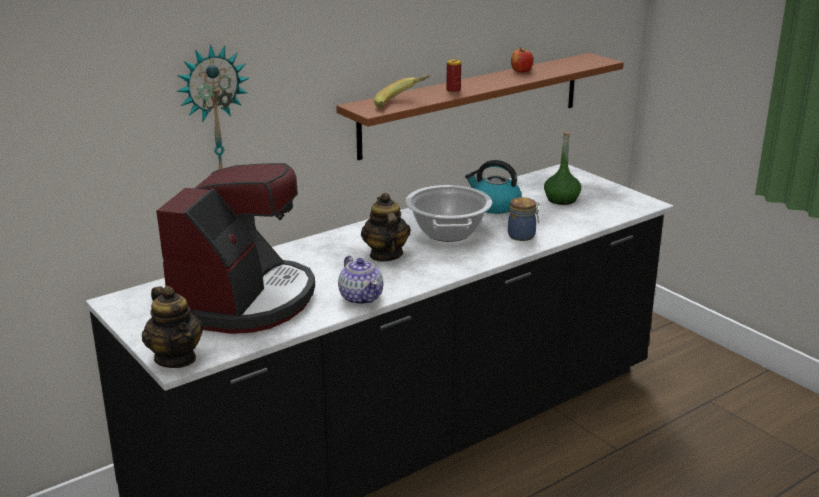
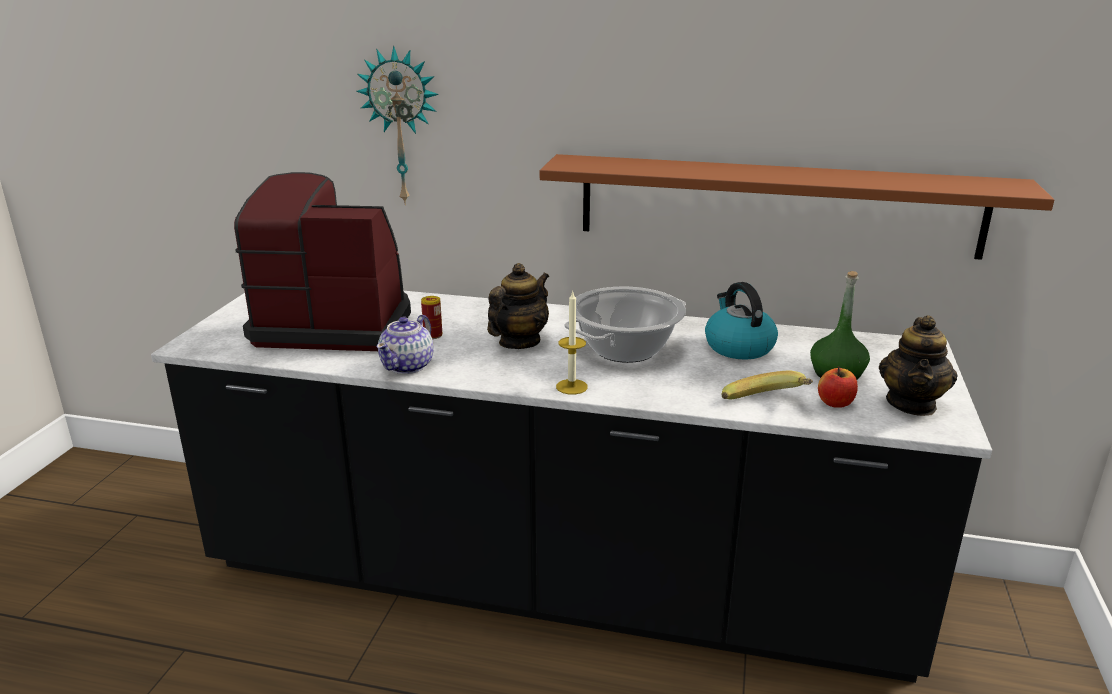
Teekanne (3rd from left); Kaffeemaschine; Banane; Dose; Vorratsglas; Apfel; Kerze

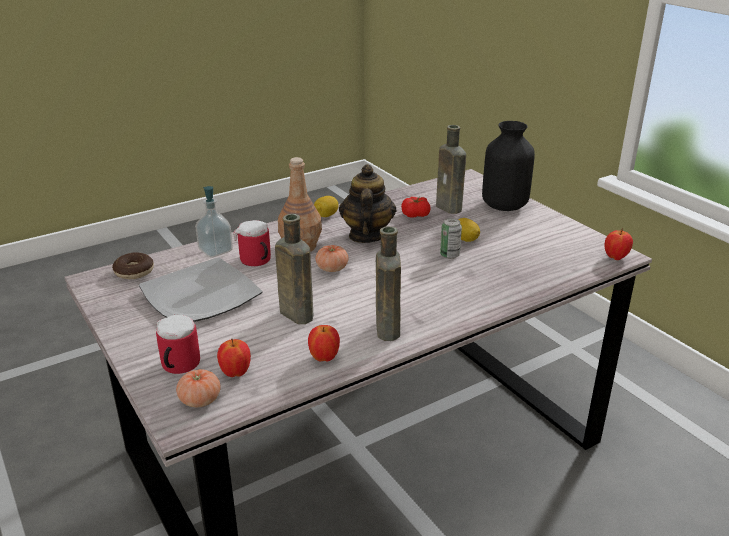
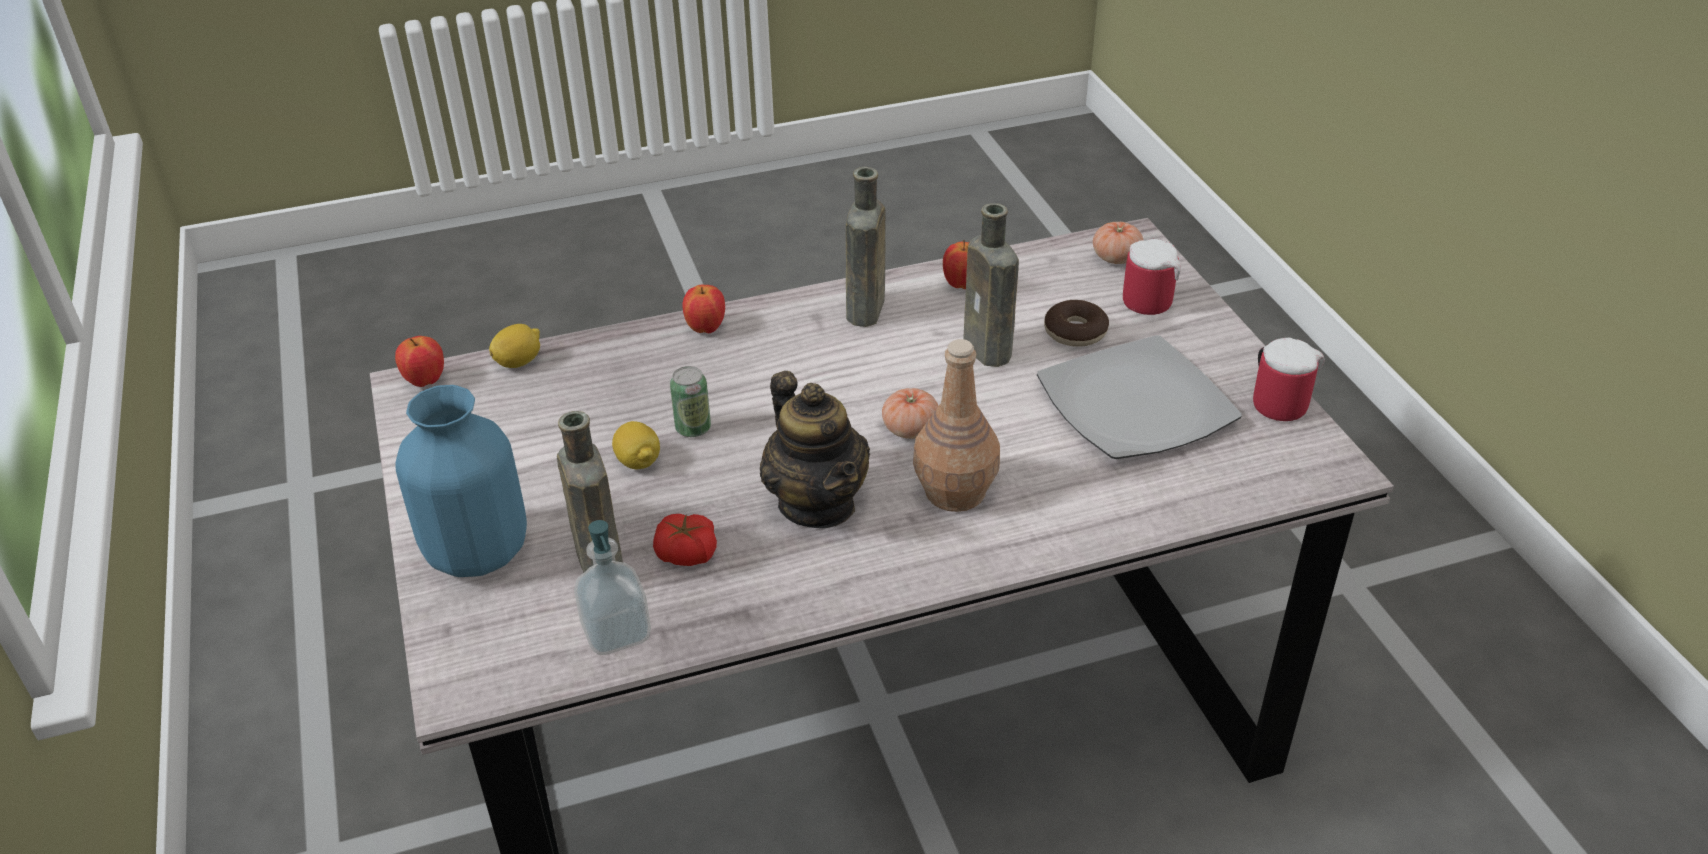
Donut; Seifenspender; Apfel (2nd from left); Henkelbecher (2nd from left); Zitrone (1st from left); Teekanne; Vase (blau)

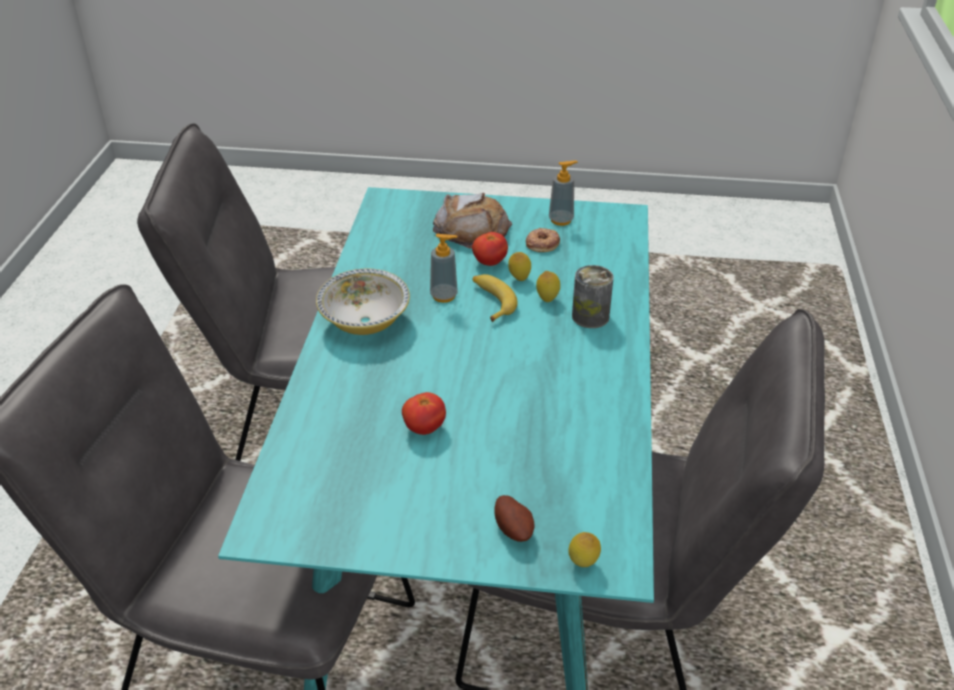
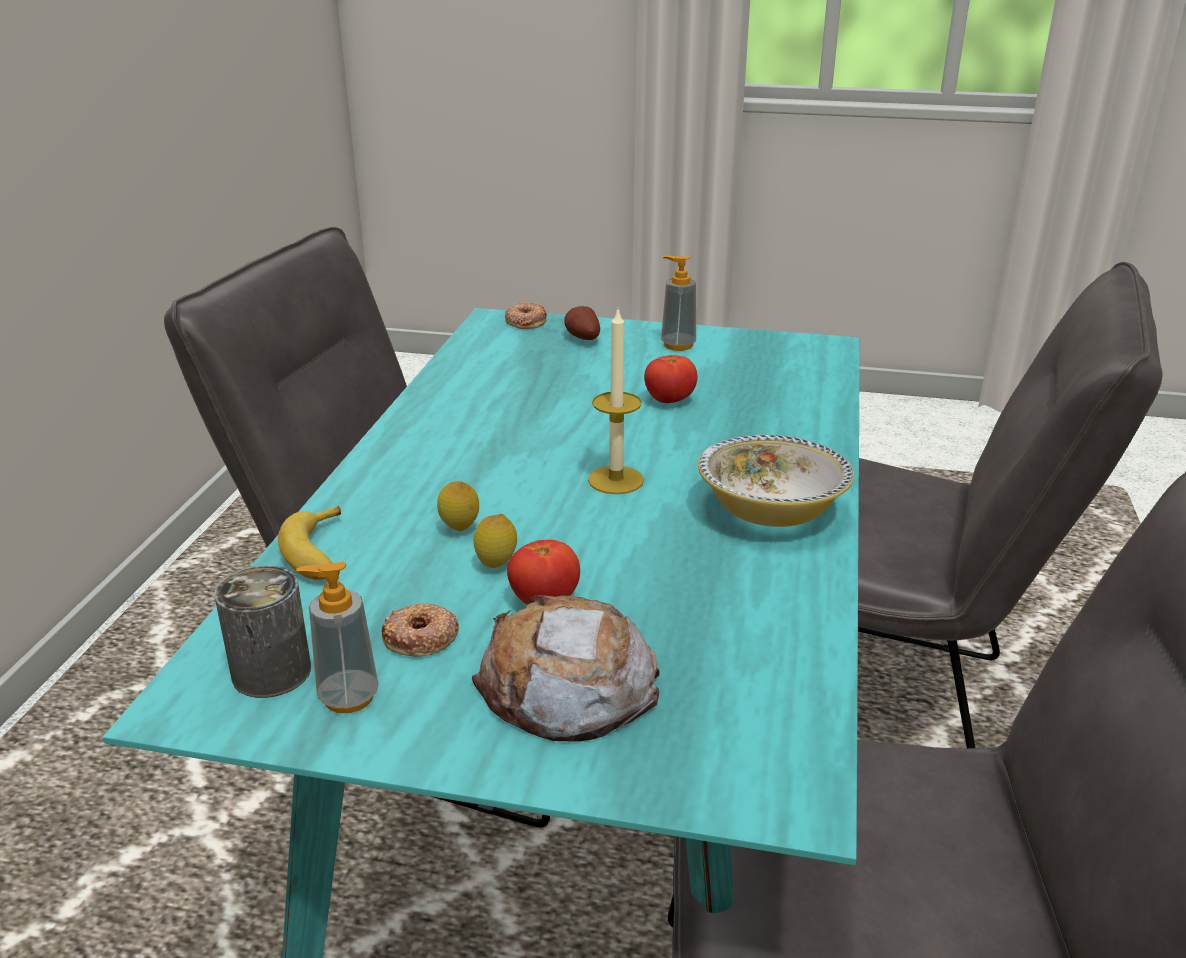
Seifenspender (2nd from left); Banane; Donut (2nd from left); Dose; Kerze

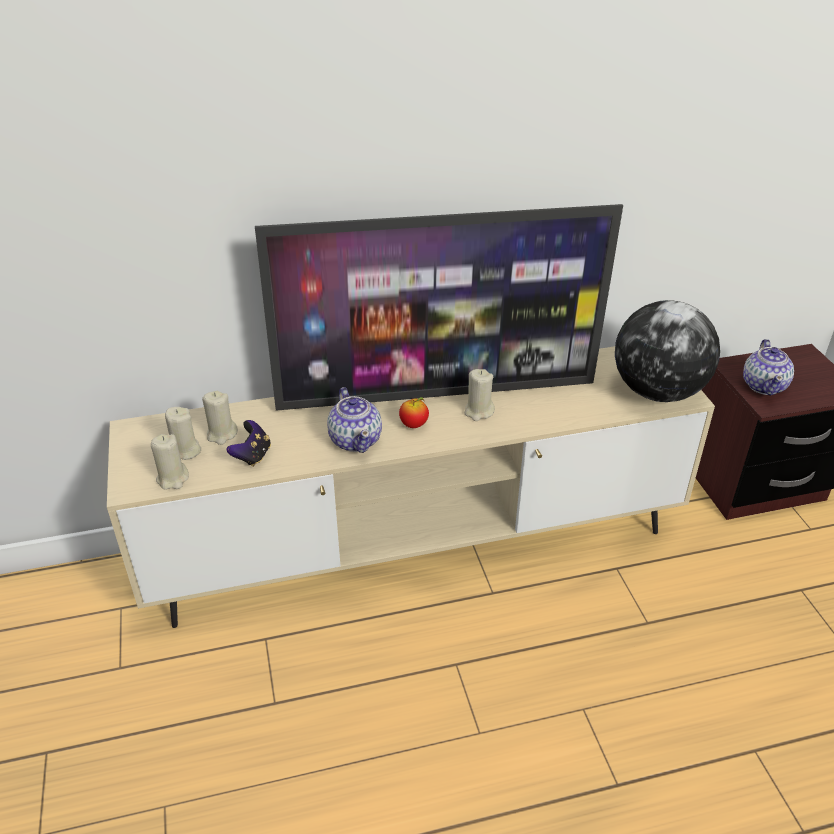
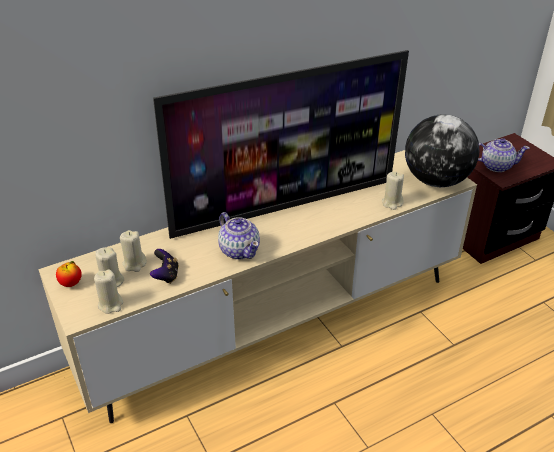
Apfel; Kerze (beige) (4th from left); Teekanne (2nd from left)

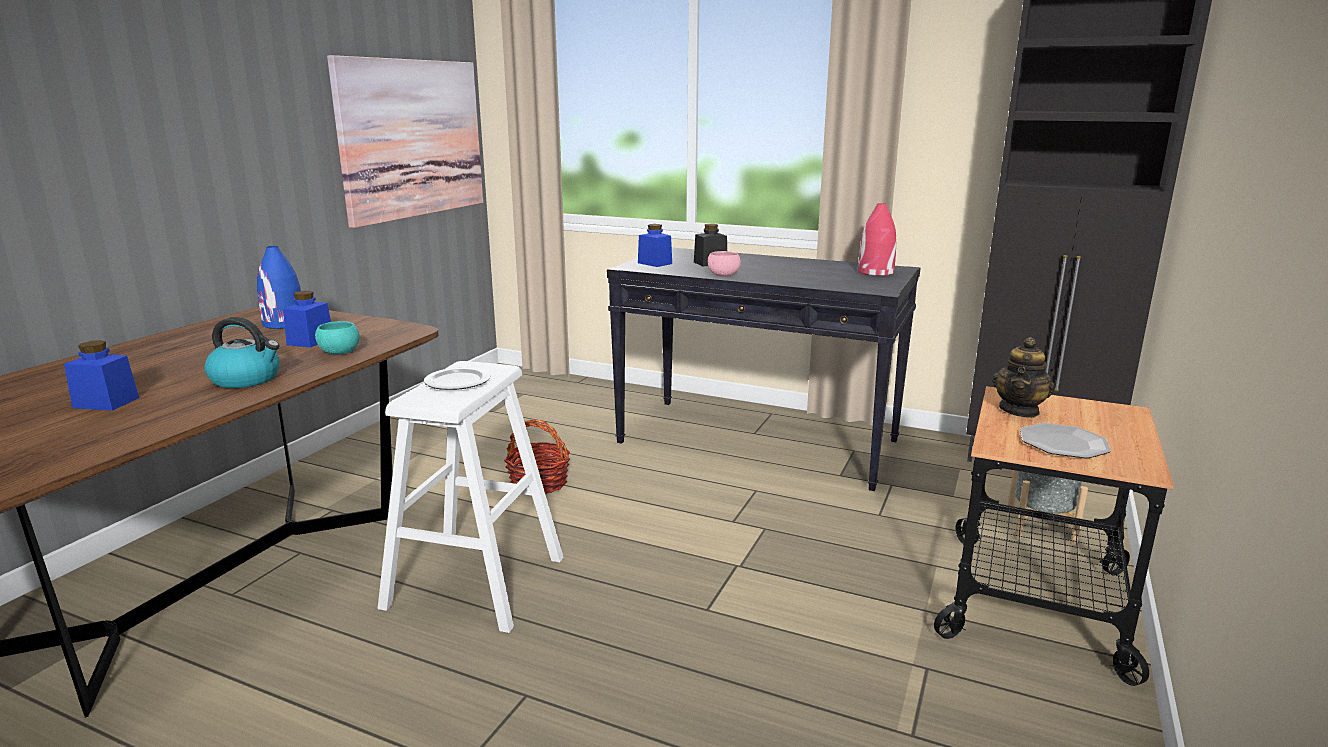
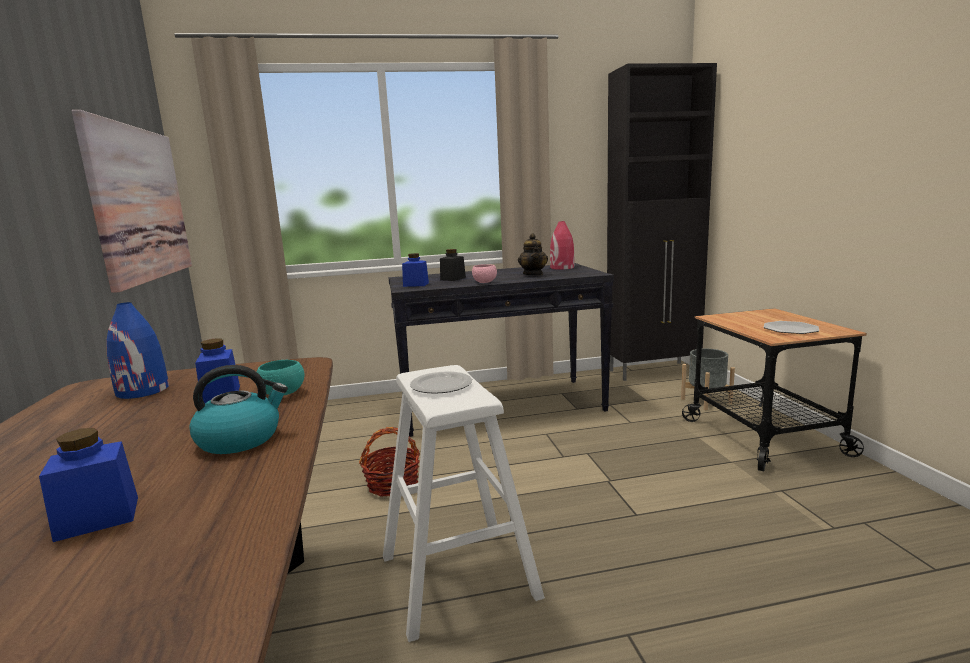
Teekanne

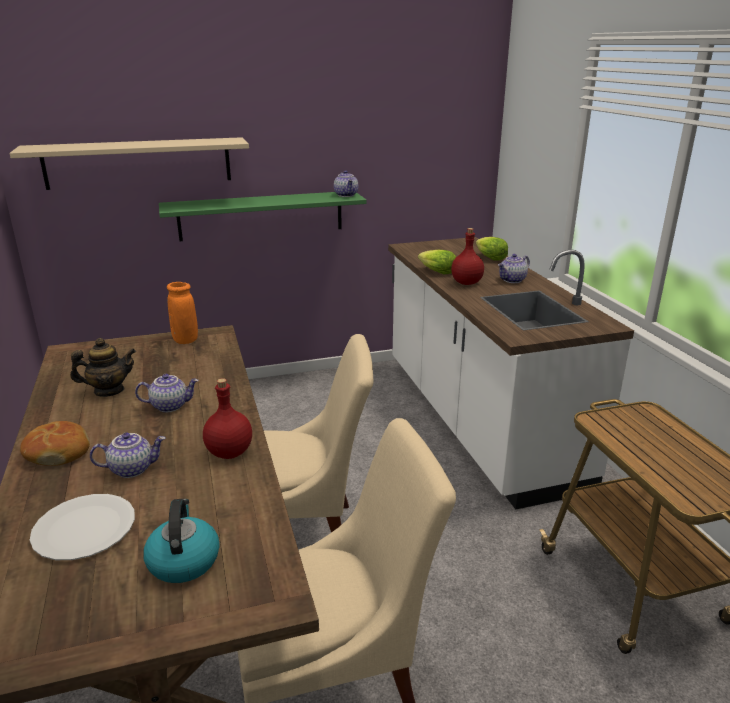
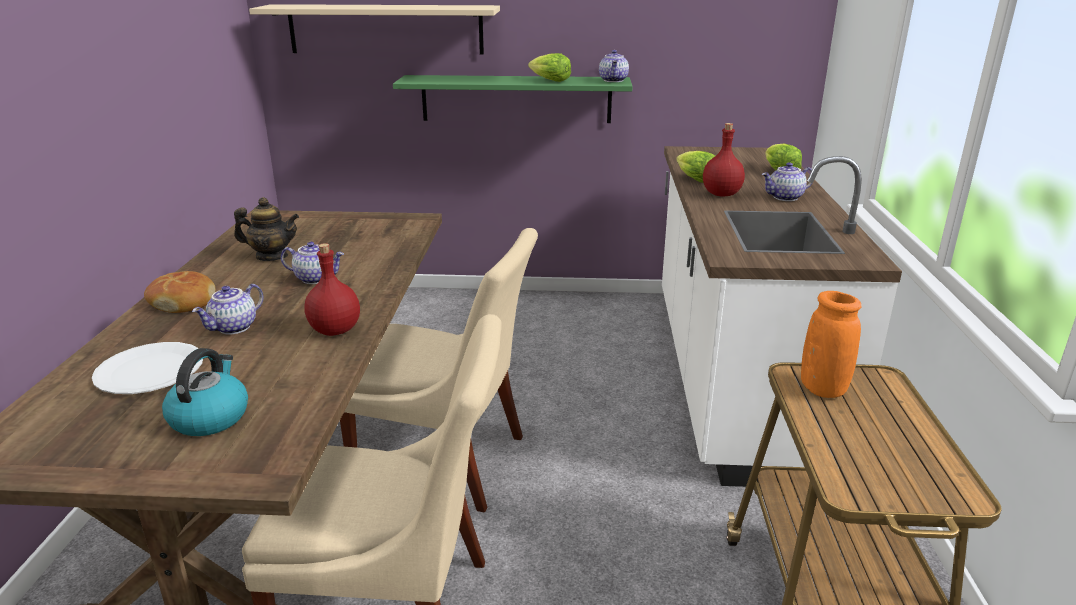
Teekanne (1st from left); Vase (orange); Salatkopf (1st from left)

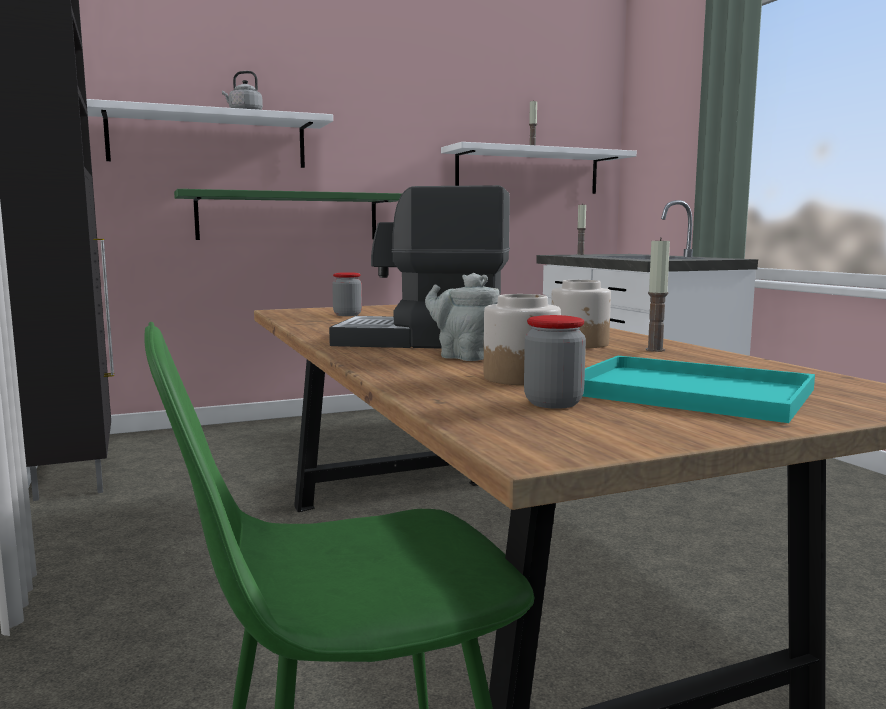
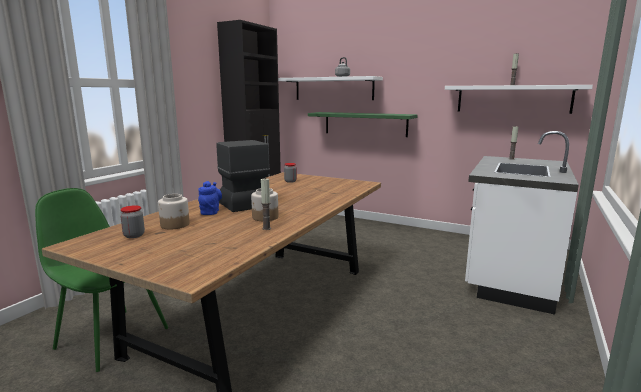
Teekanne (blau); Tablett (türkis)

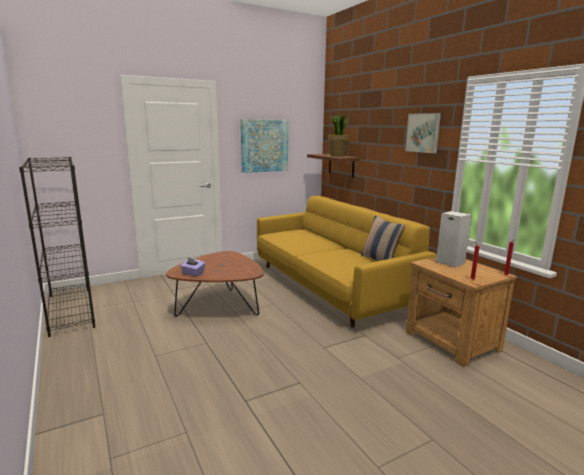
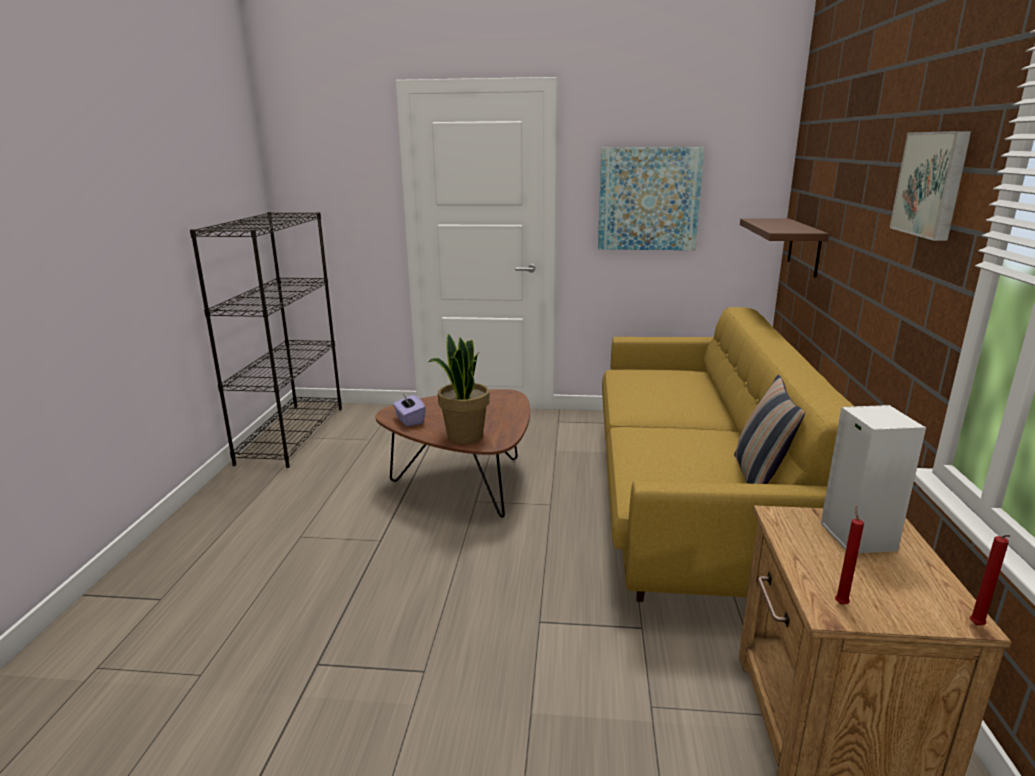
Topfpflanze

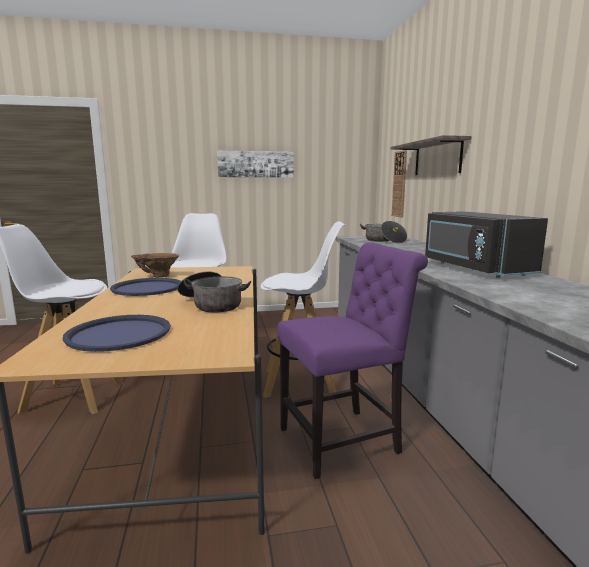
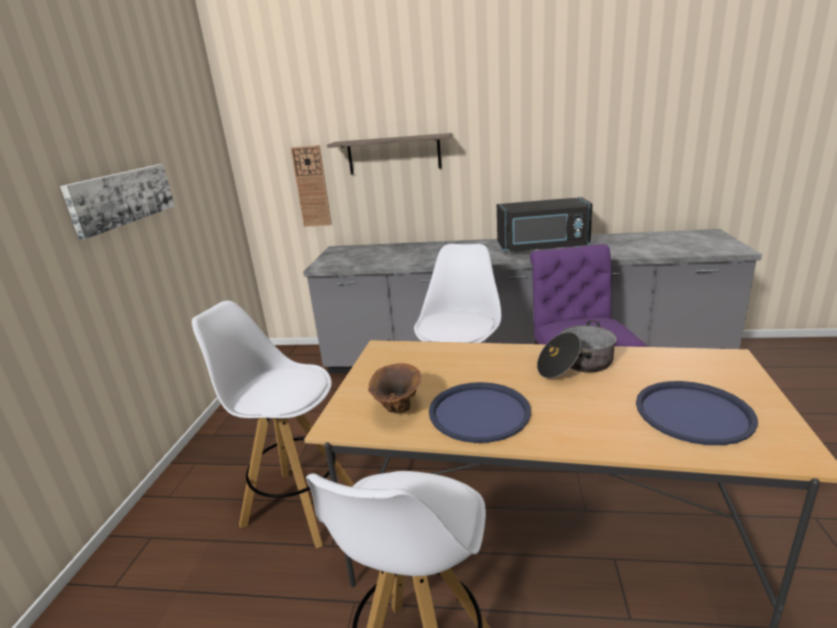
Kochtopf (2nd from left in the first image)

